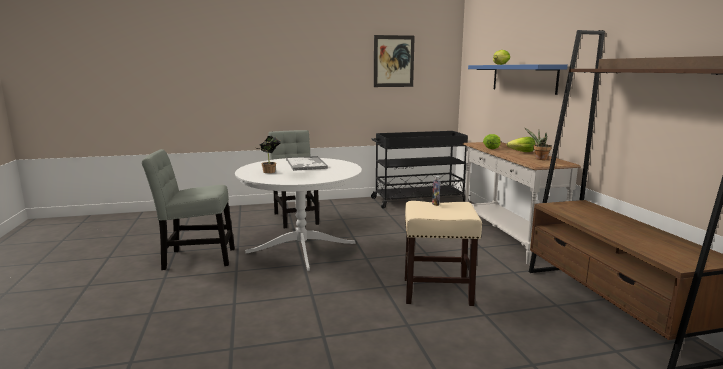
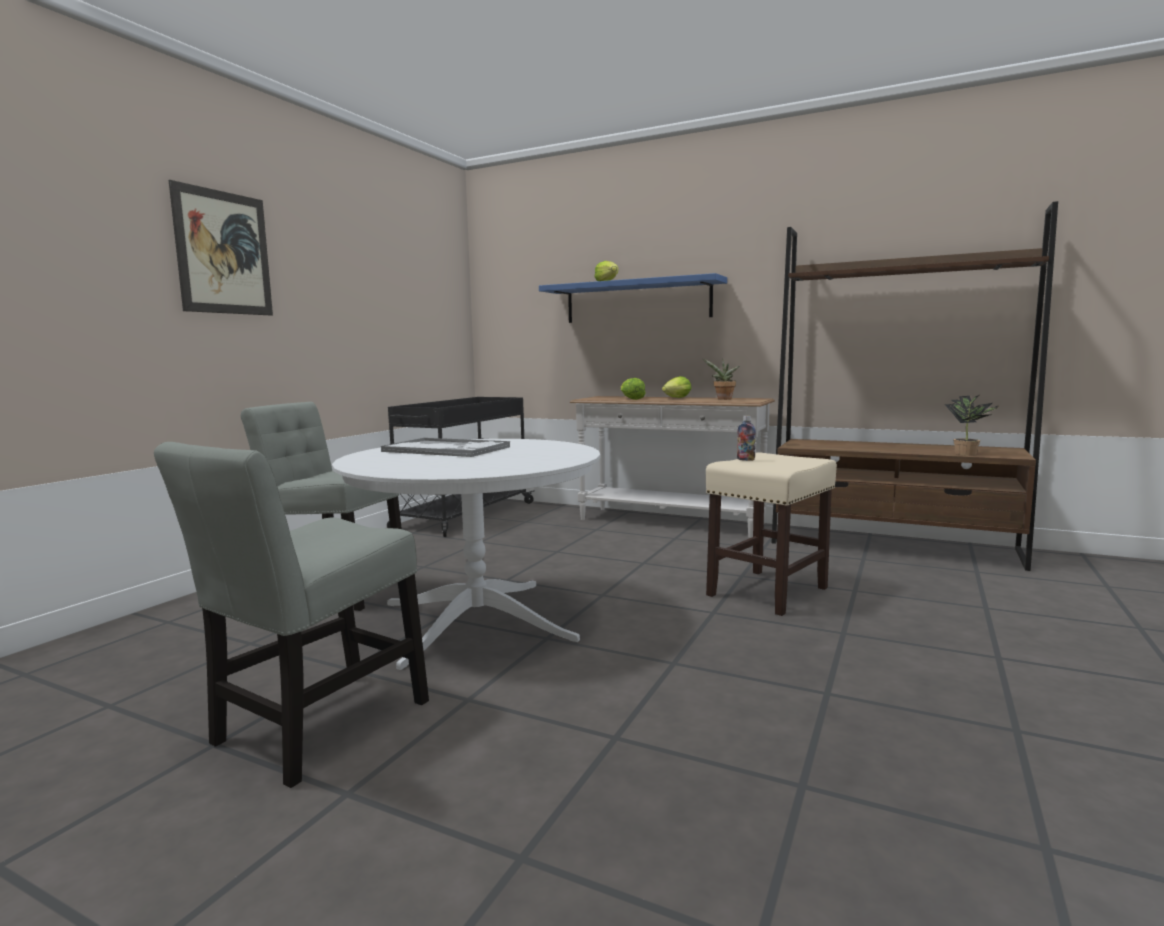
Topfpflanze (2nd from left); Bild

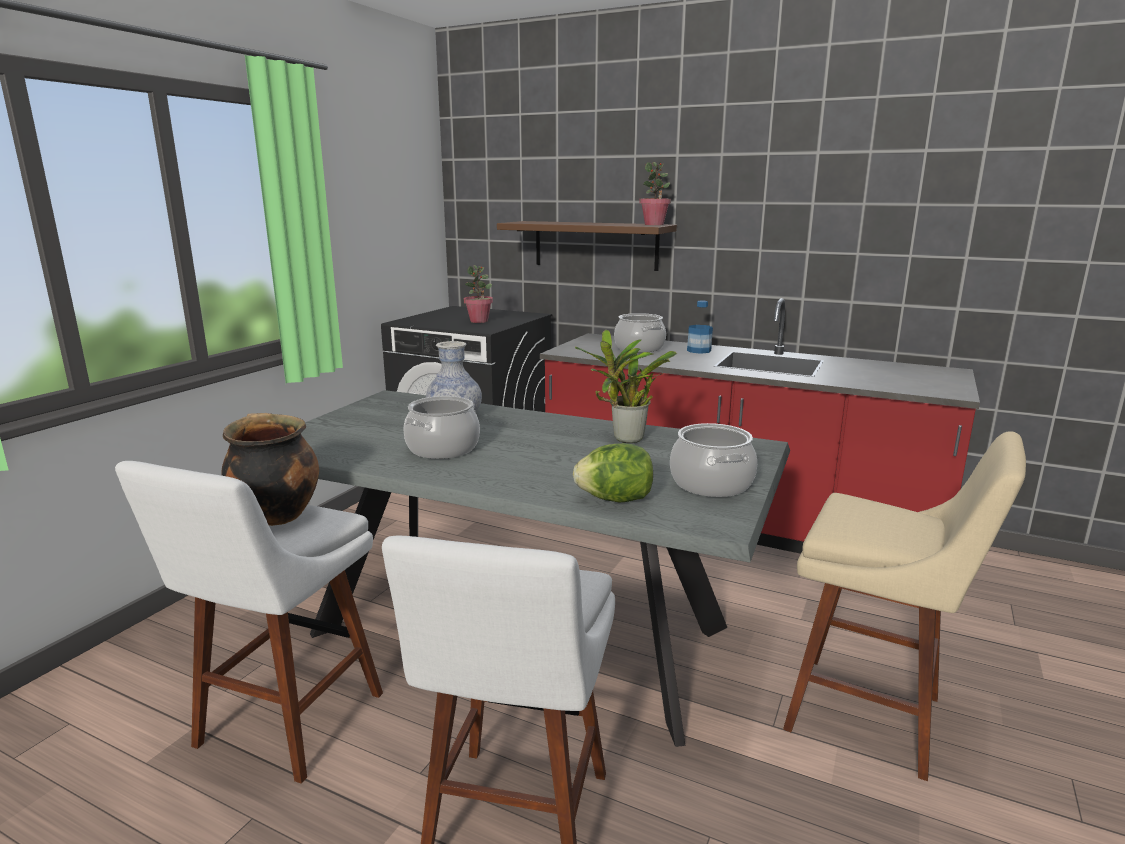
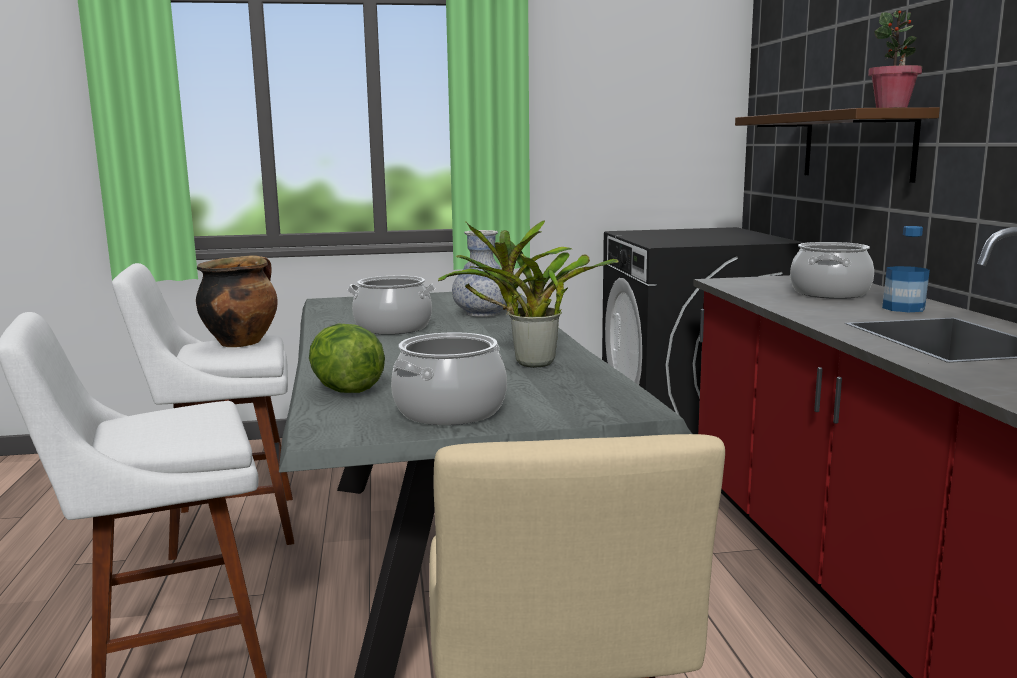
Topfpflanze (1st from left in the first image)

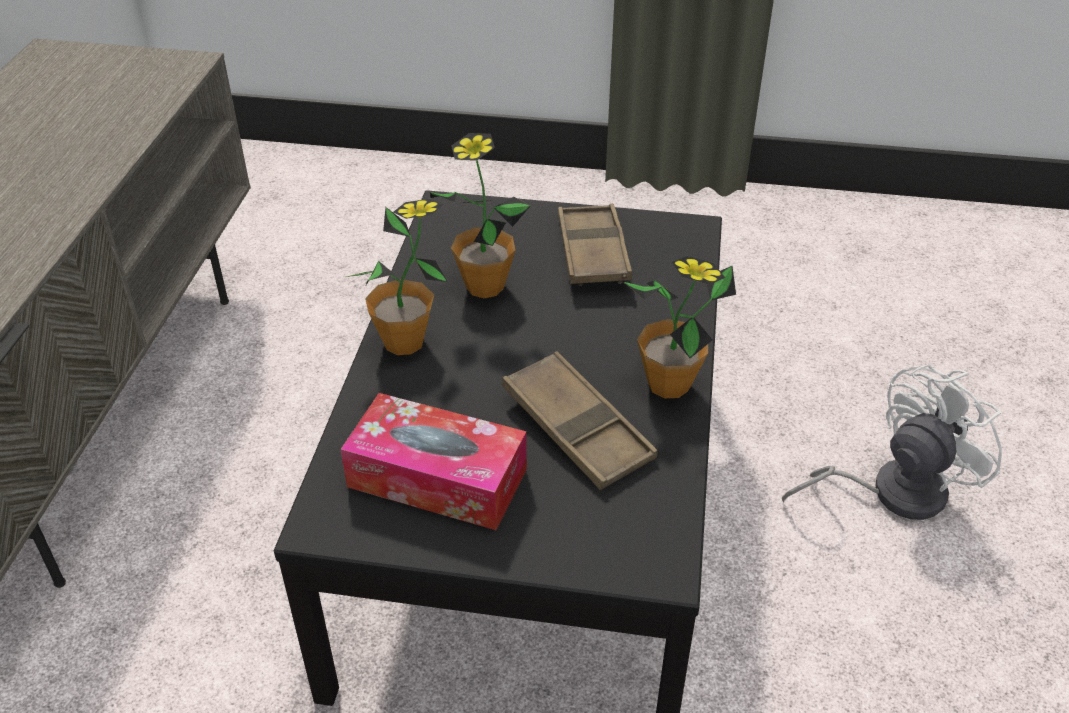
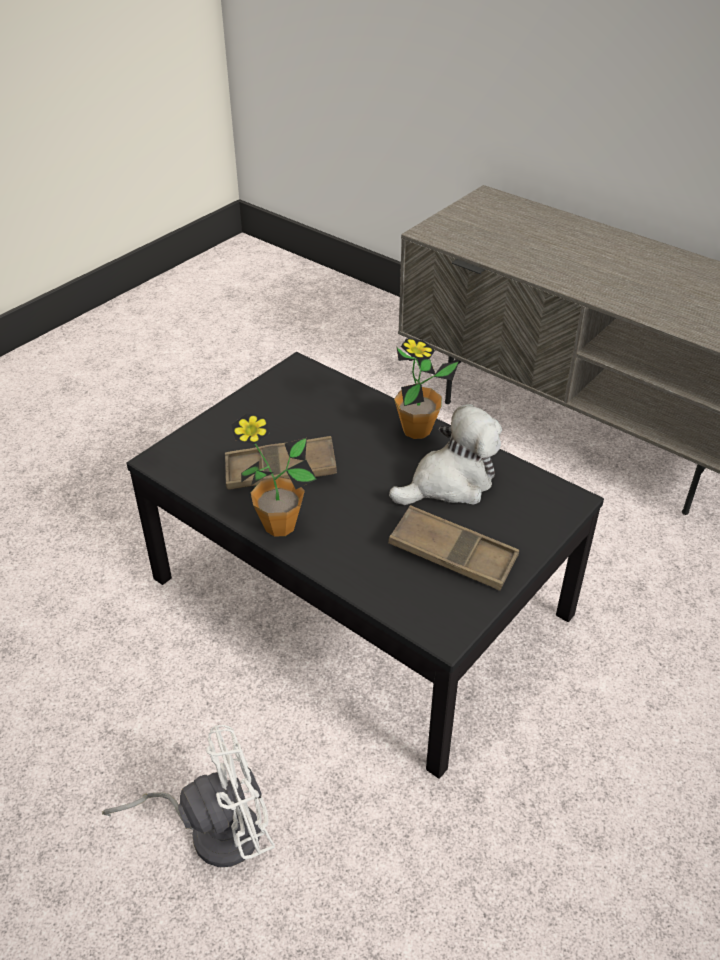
Taschentuchbox; Plüschtier; Ventilator (weiß)

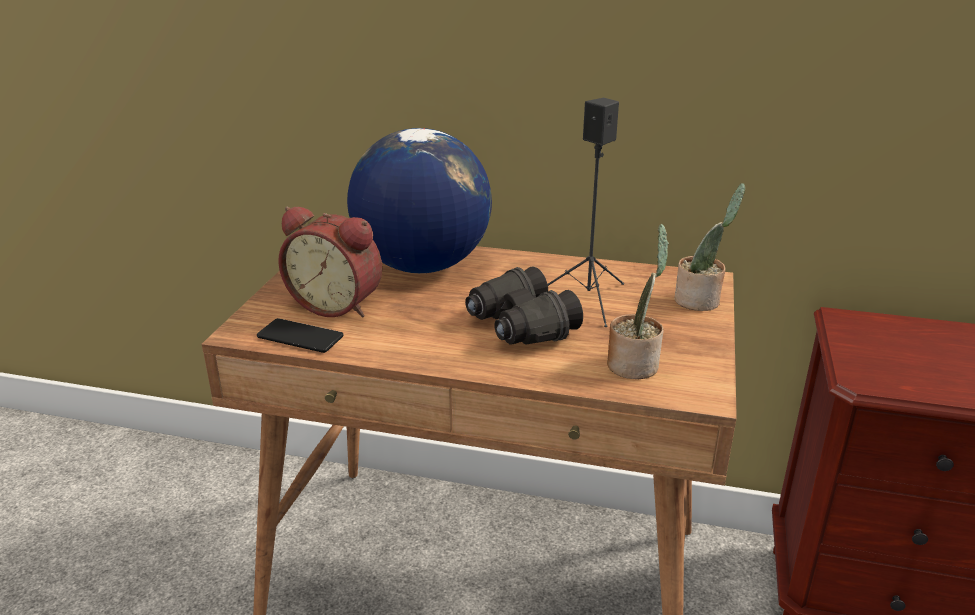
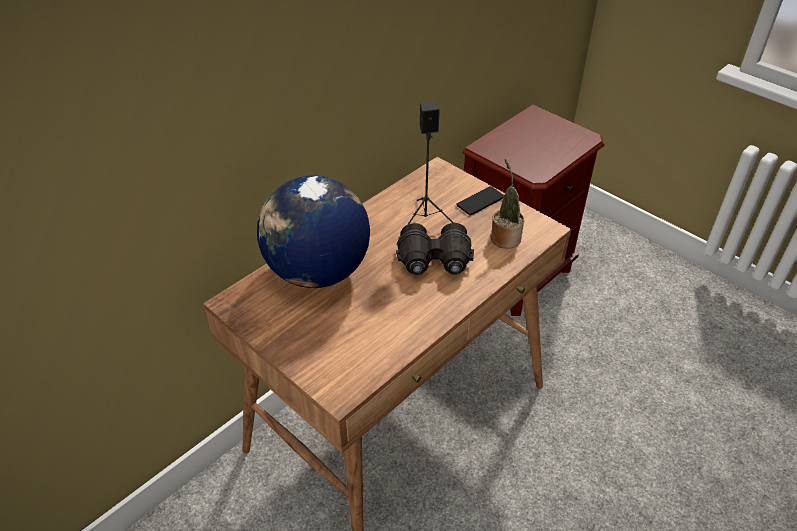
Handy; Wecker; Topfpflanze (2nd from left in the first image)

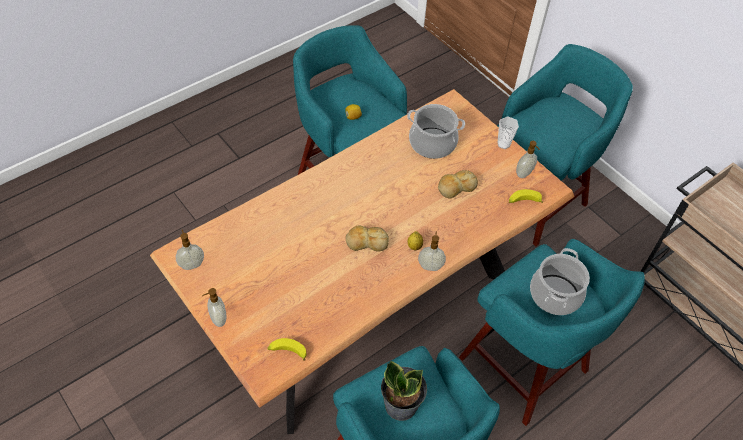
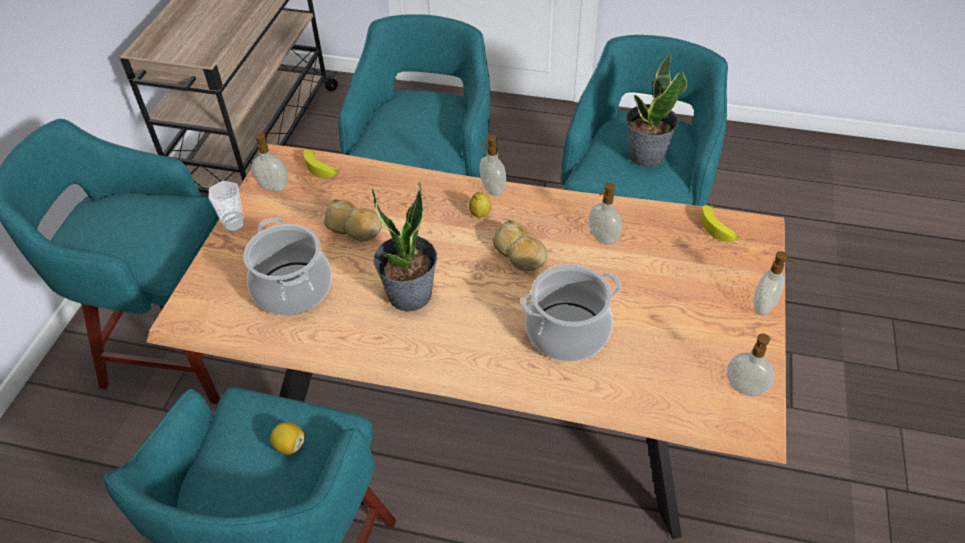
Kochtopf (2nd from left); Topfpflanze (1st from left); Seifenspender (3rd from left)

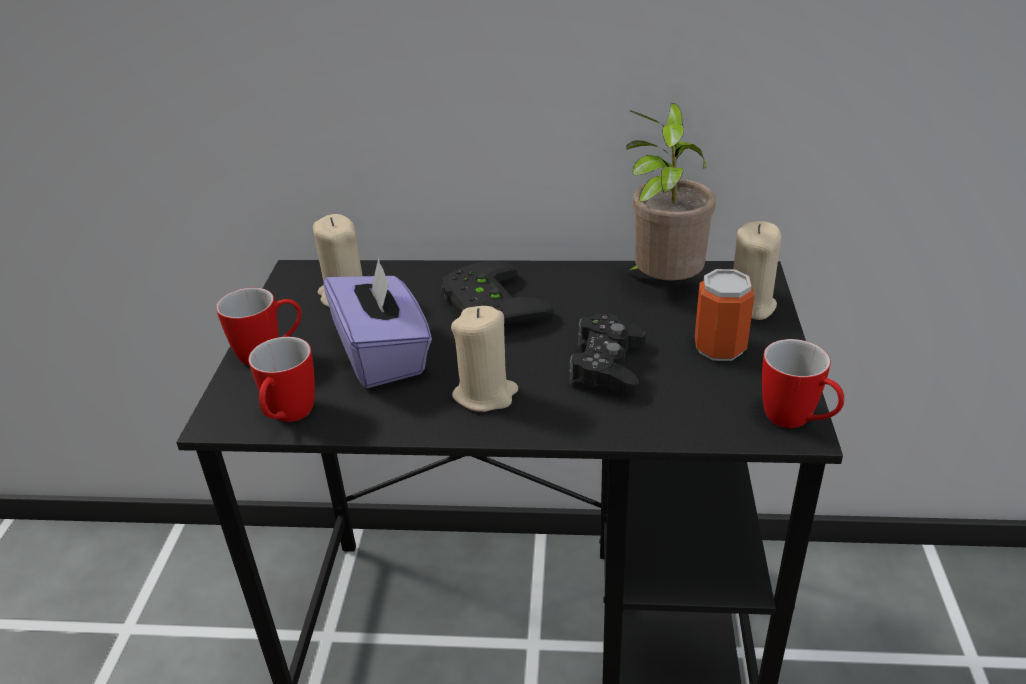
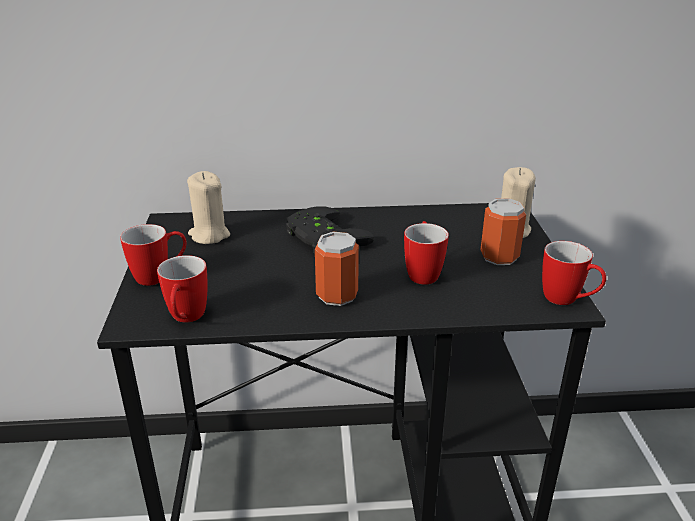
Taschentuchbox (lila); Dose (1st from left); Henkelbecher (3rd from left); Topfpflanze

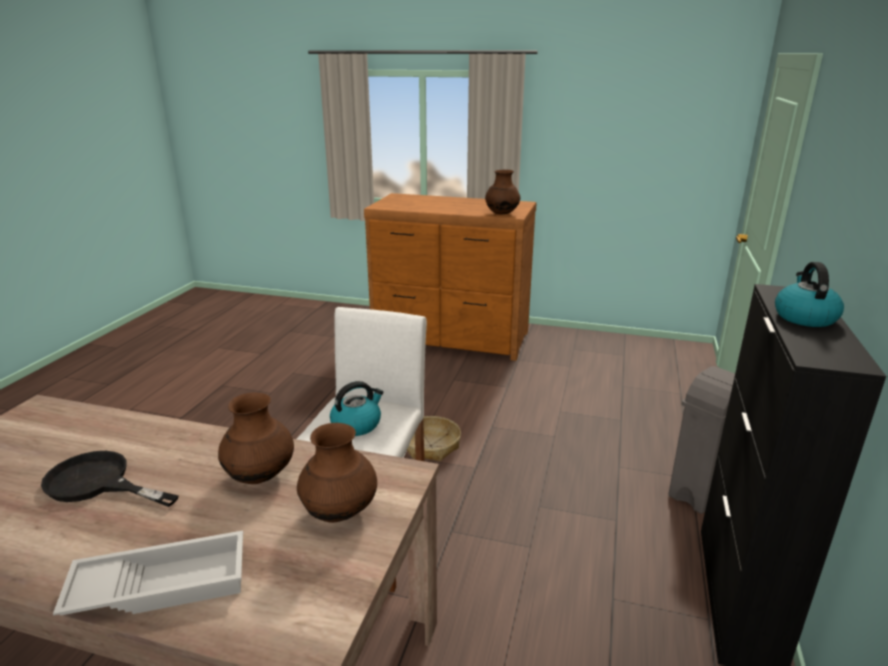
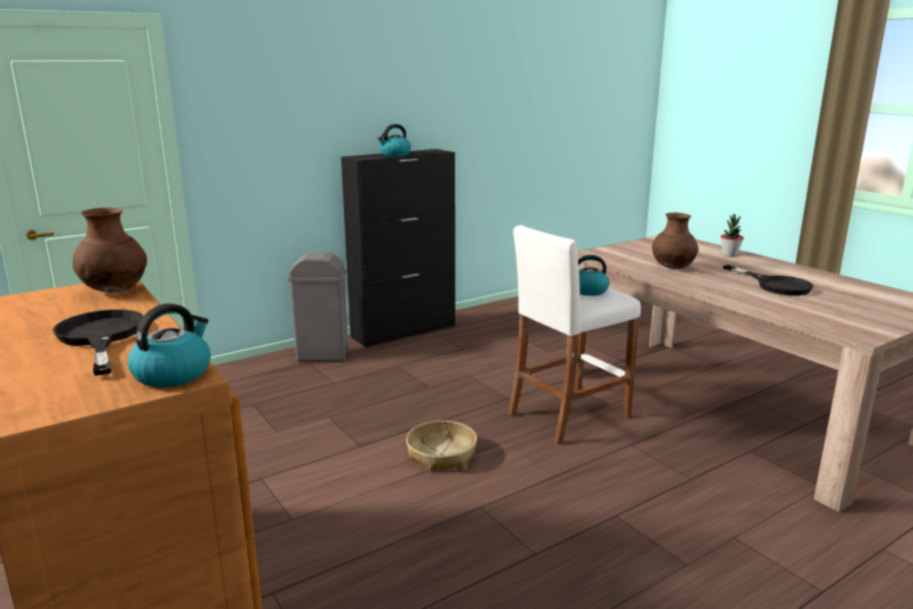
Topfpflanze; Vase (braun) (2nd from left in the first image); Pfanne (schwarz) (1st from left); Wasserkessel (1st from left)

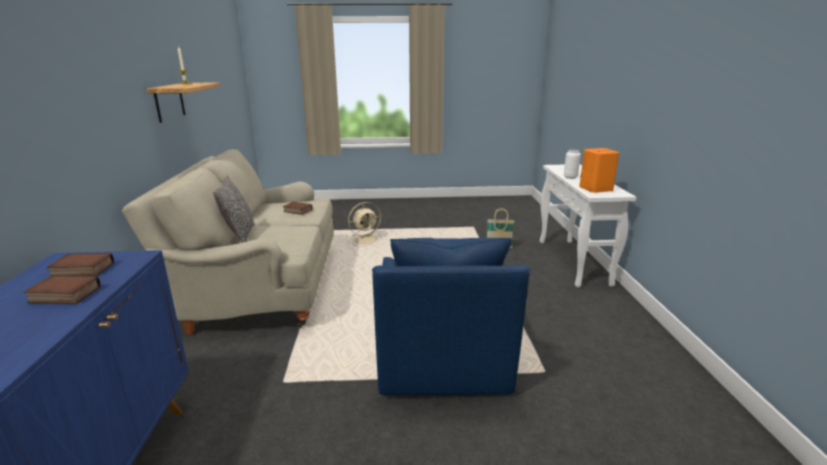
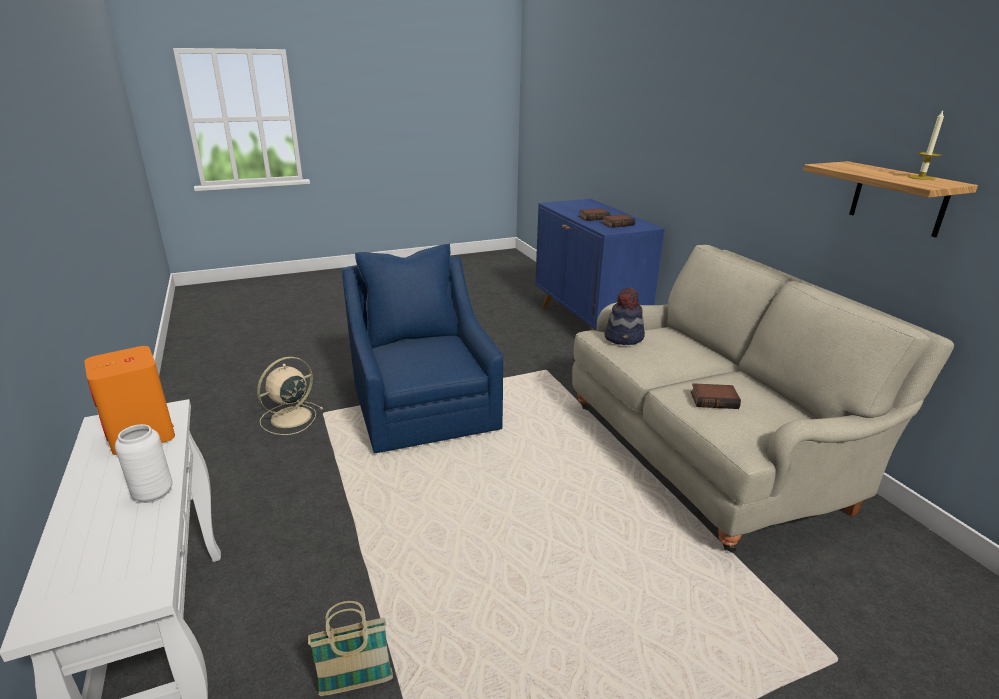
Kissen; Ventilator (beige); Hut

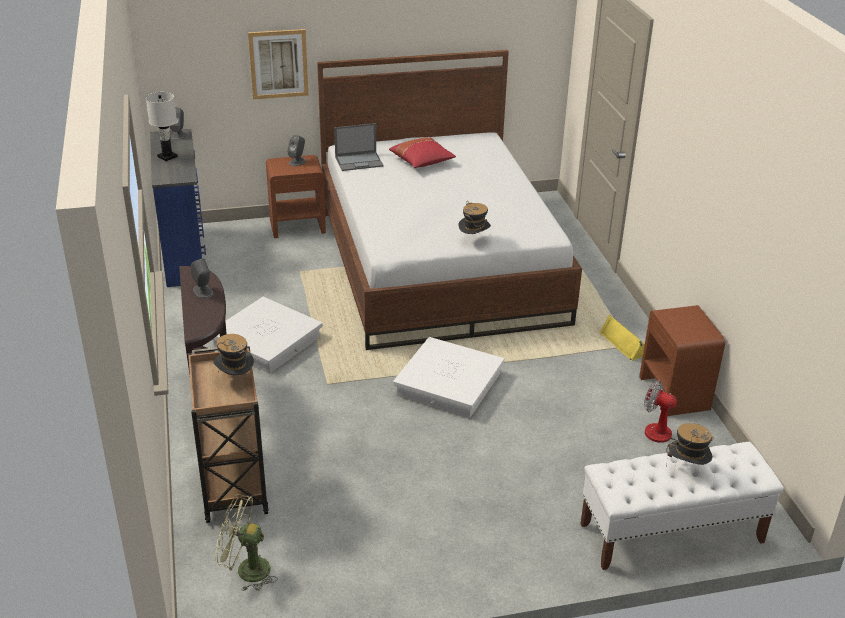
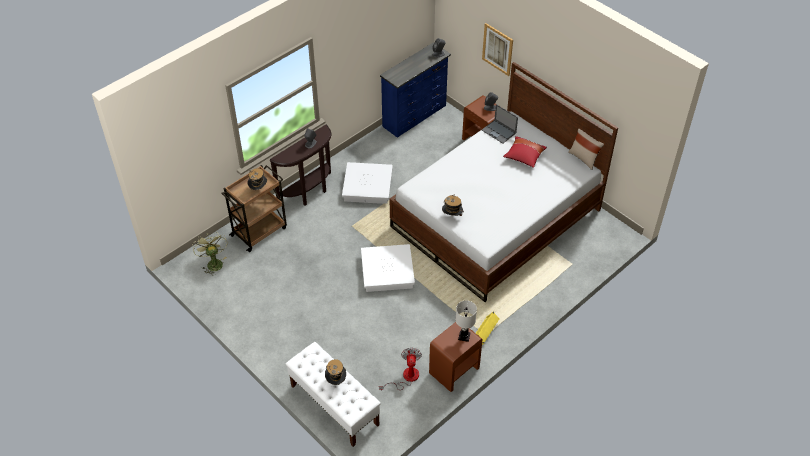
Tischlampe (weiß); Kissen (beige)

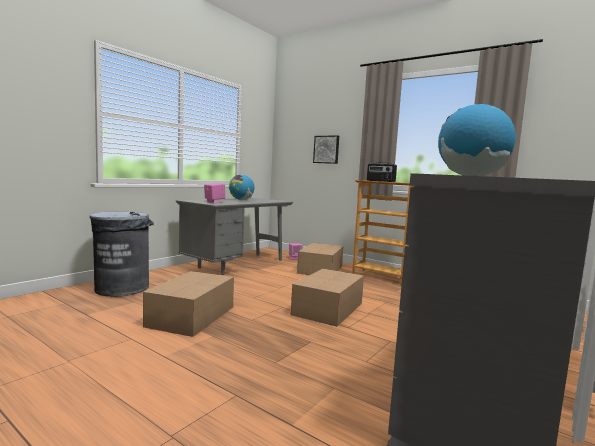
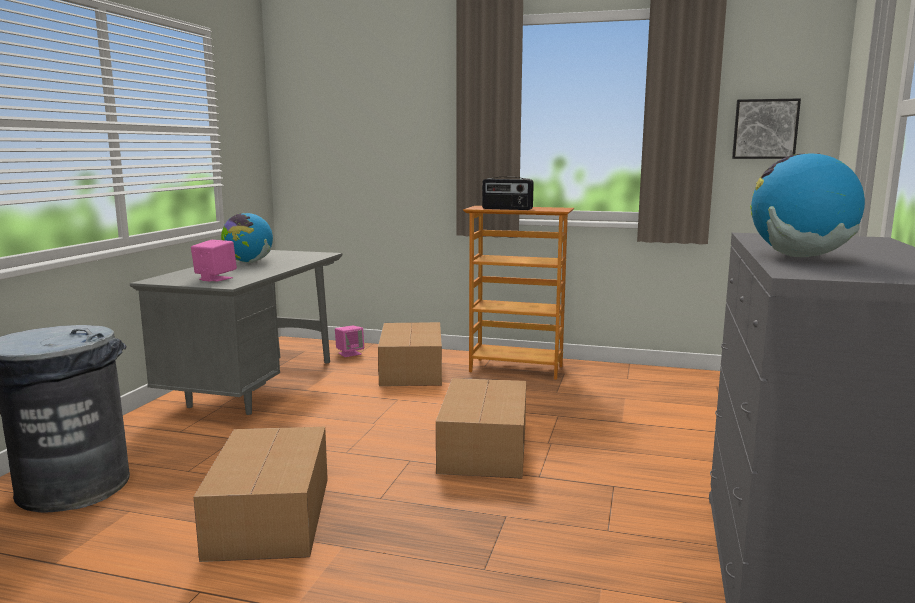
Bild

